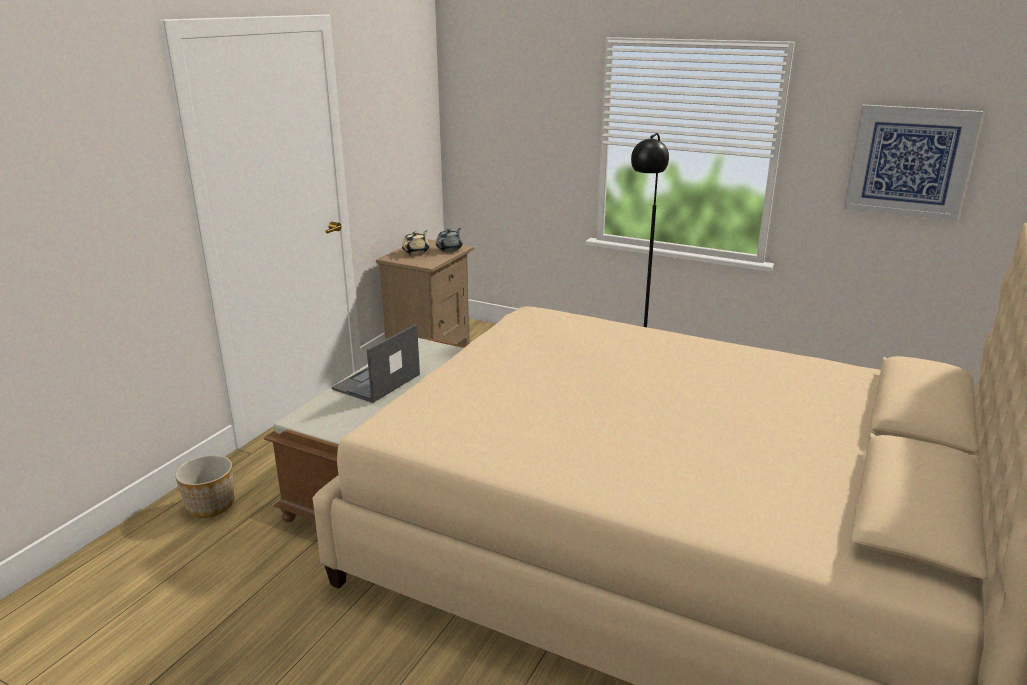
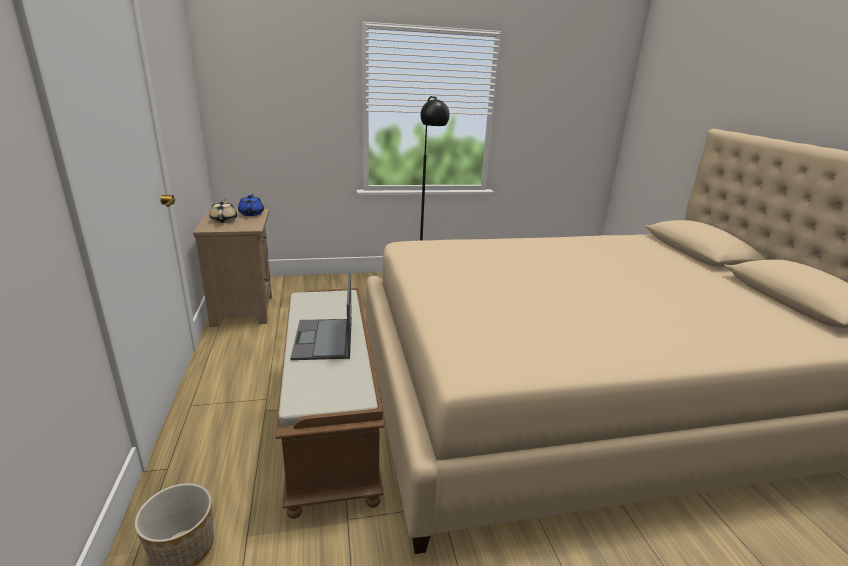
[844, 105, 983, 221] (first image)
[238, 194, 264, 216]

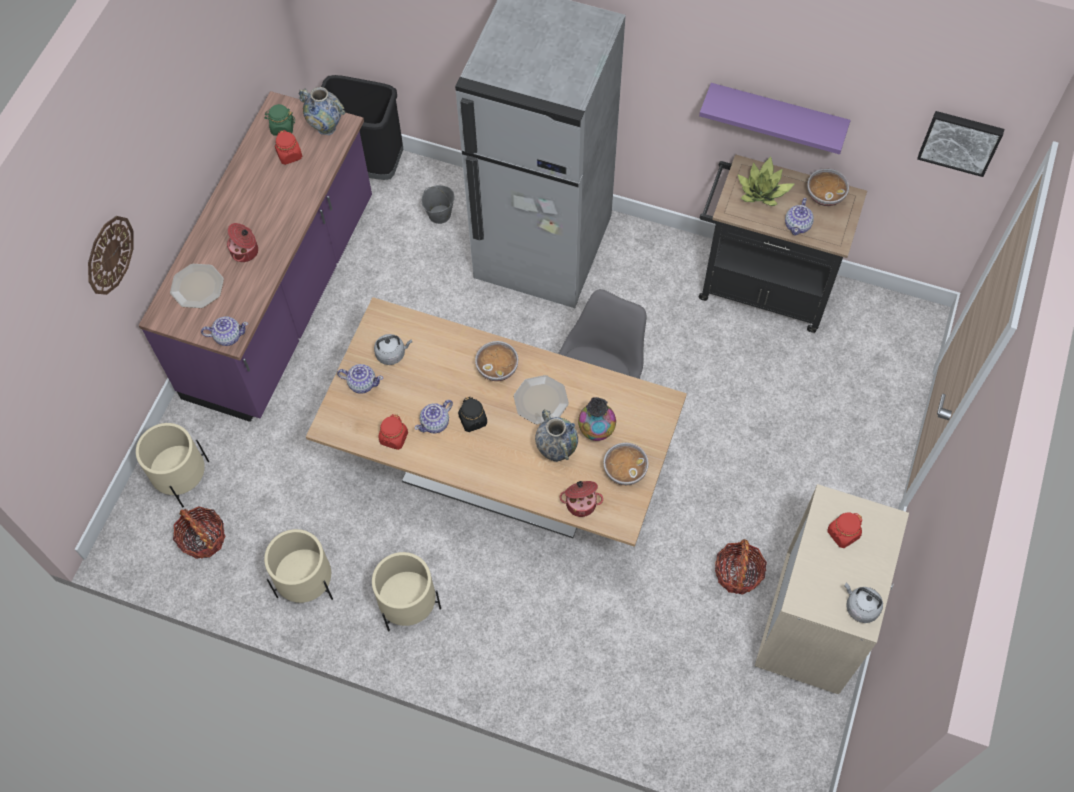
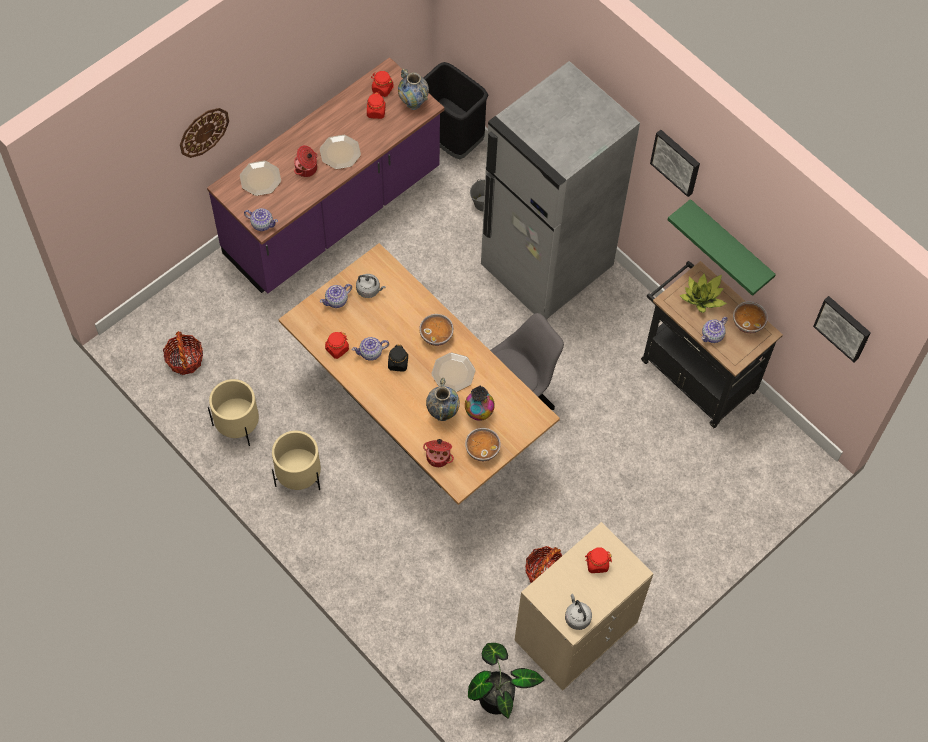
[668, 199, 776, 296]
[371, 71, 394, 97]
[320, 284, 352, 308]
[136, 423, 209, 507] (first image)
[650, 130, 700, 197]
[320, 135, 361, 169]
[468, 643, 544, 719]

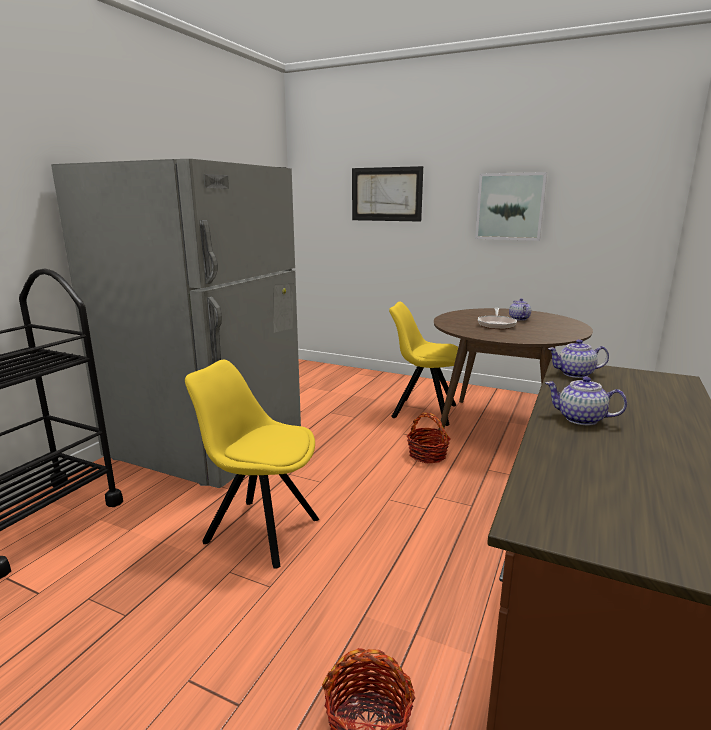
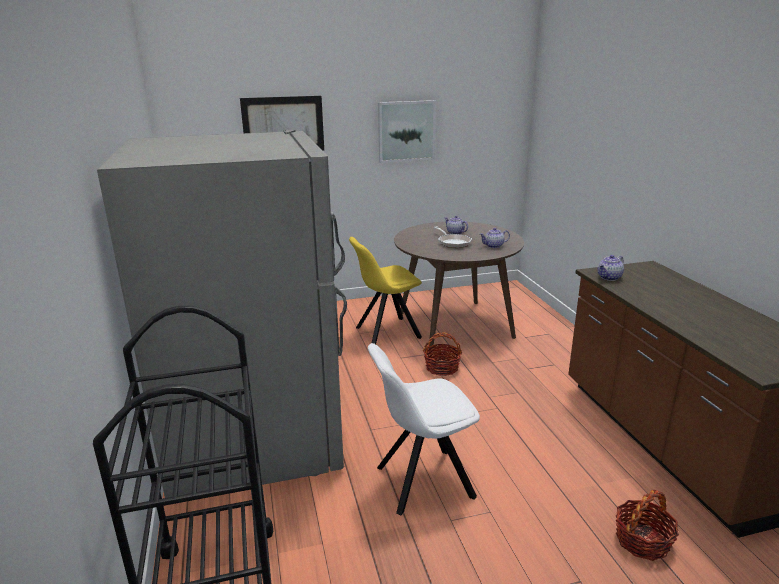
[368, 343, 480, 515]
[480, 228, 510, 248]

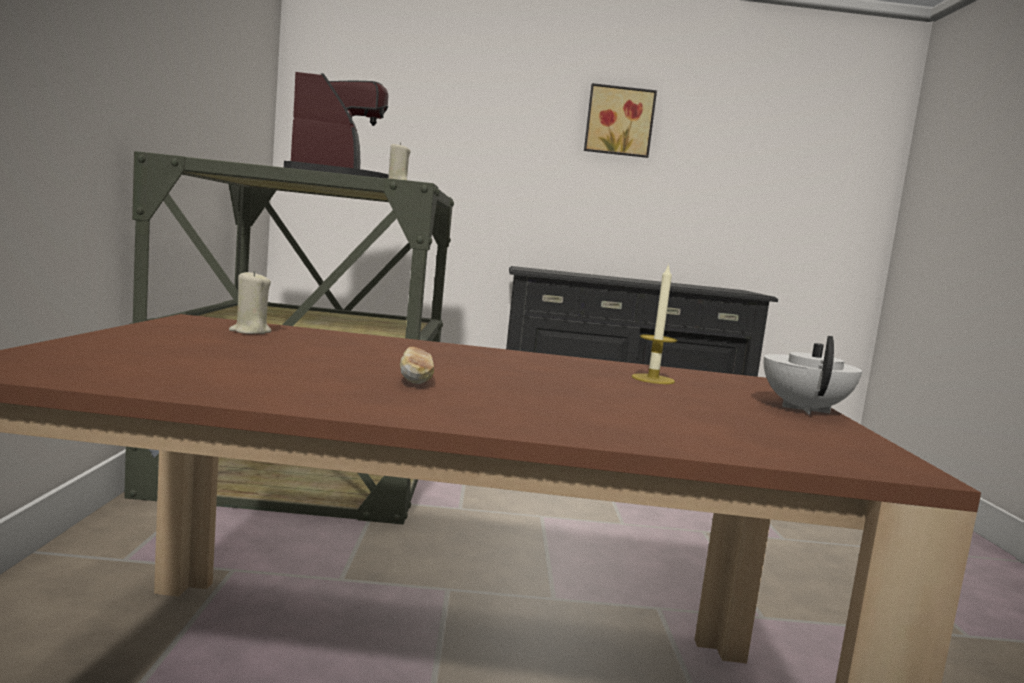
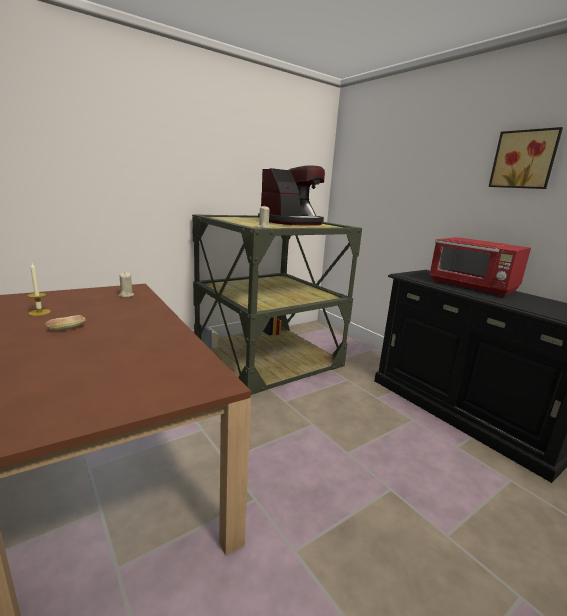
[27, 263, 51, 316]
[764, 336, 862, 414] (first image)
[429, 237, 531, 297]

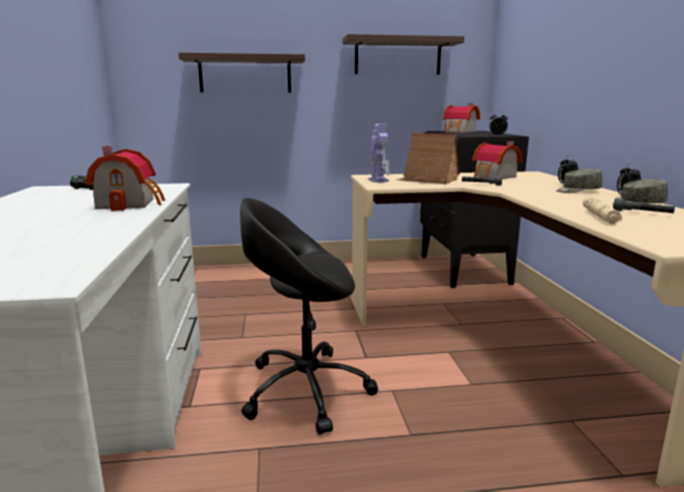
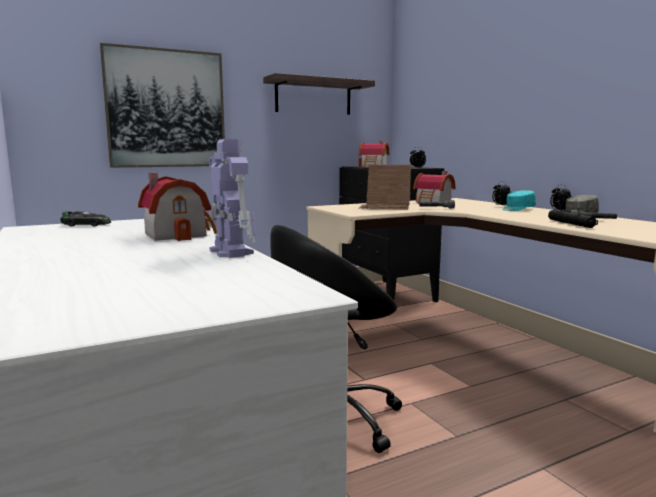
[100, 43, 225, 168]
[209, 139, 256, 258]
[502, 190, 536, 211]
[548, 210, 598, 228]

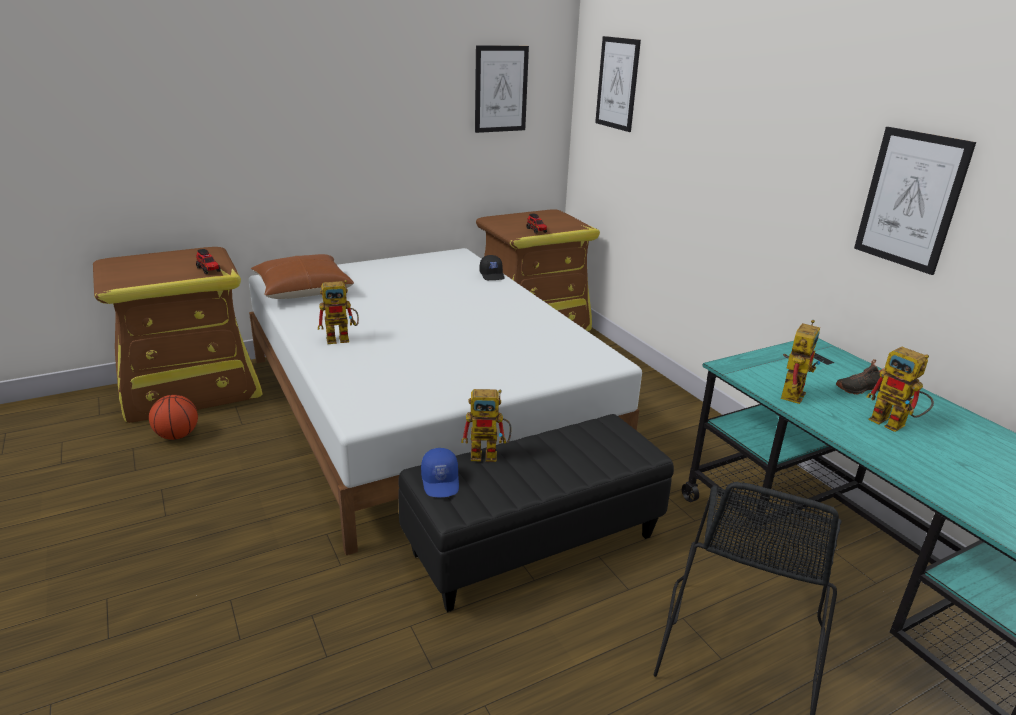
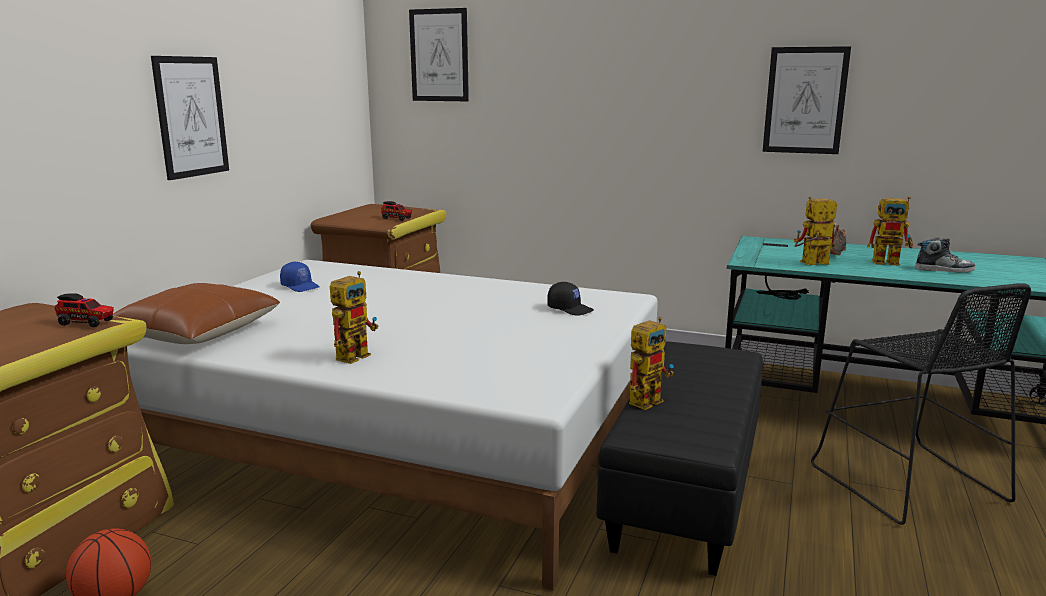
[151, 56, 229, 180]
[547, 282, 594, 316]
[794, 196, 837, 265]
[280, 262, 320, 292]
[915, 238, 975, 273]

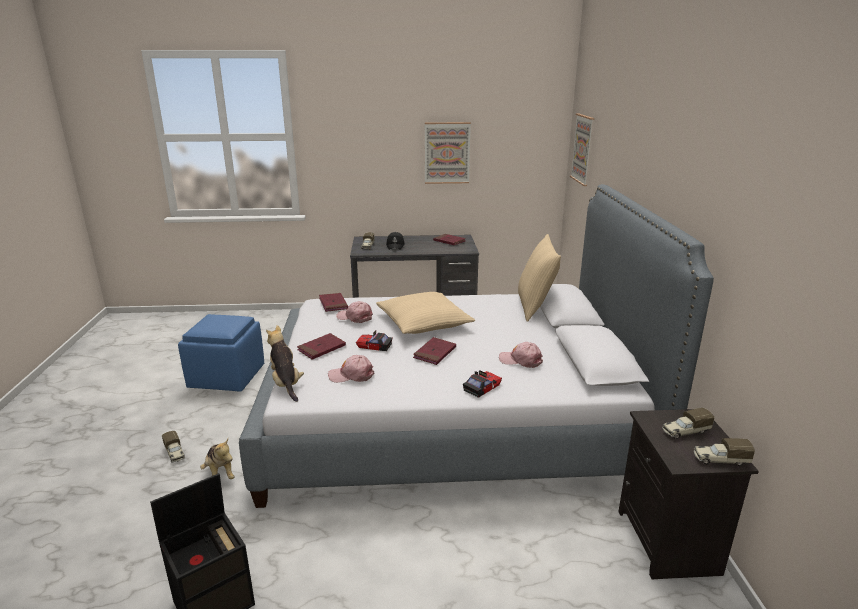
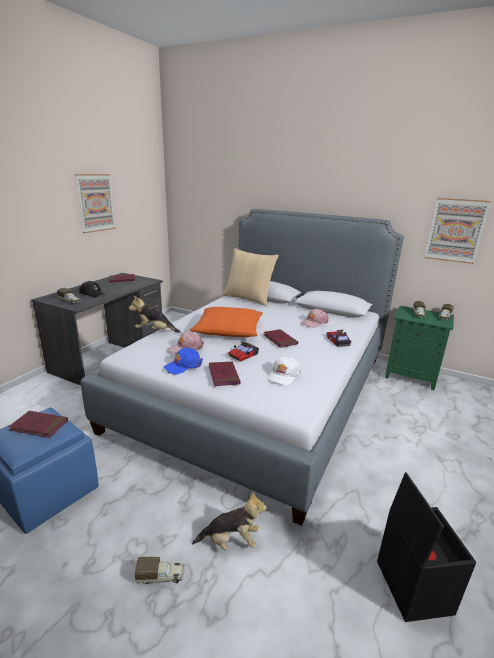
[425, 198, 490, 264]
[190, 307, 263, 337]
[9, 411, 68, 438]
[129, 296, 181, 333]
[267, 356, 302, 385]
[385, 306, 454, 390]
[163, 348, 203, 375]

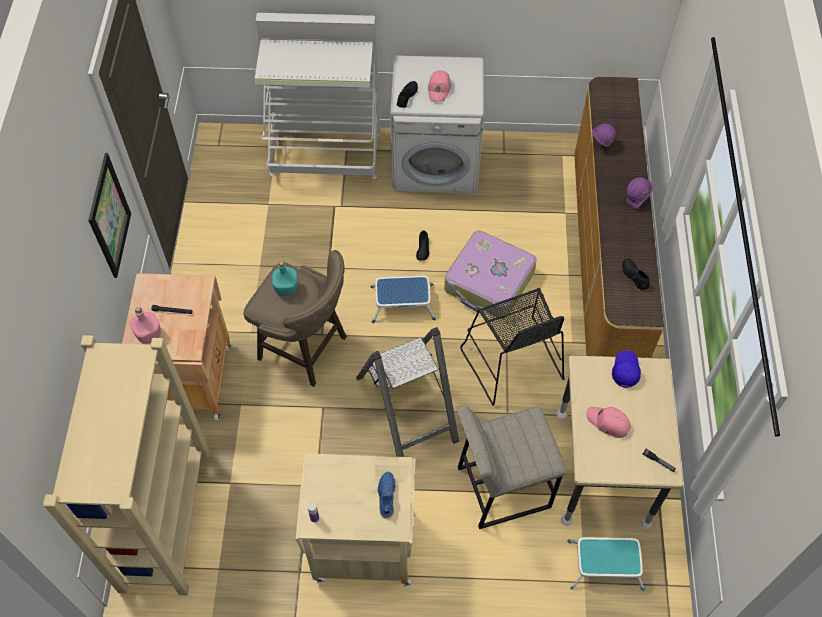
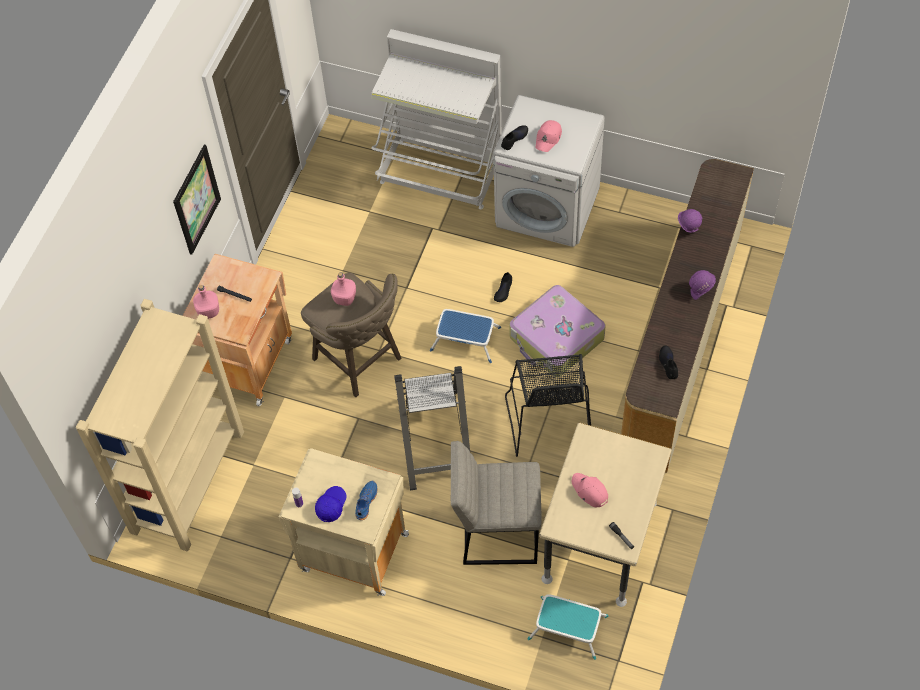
[331, 272, 356, 306]
[315, 486, 347, 522]

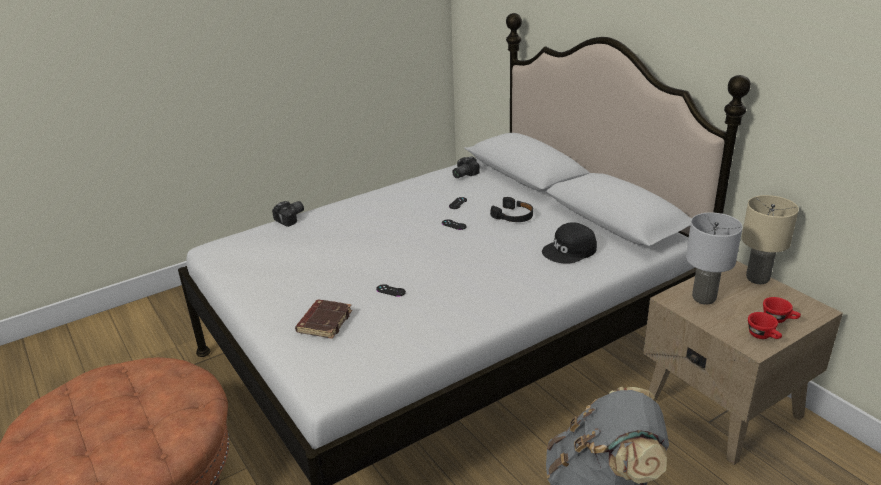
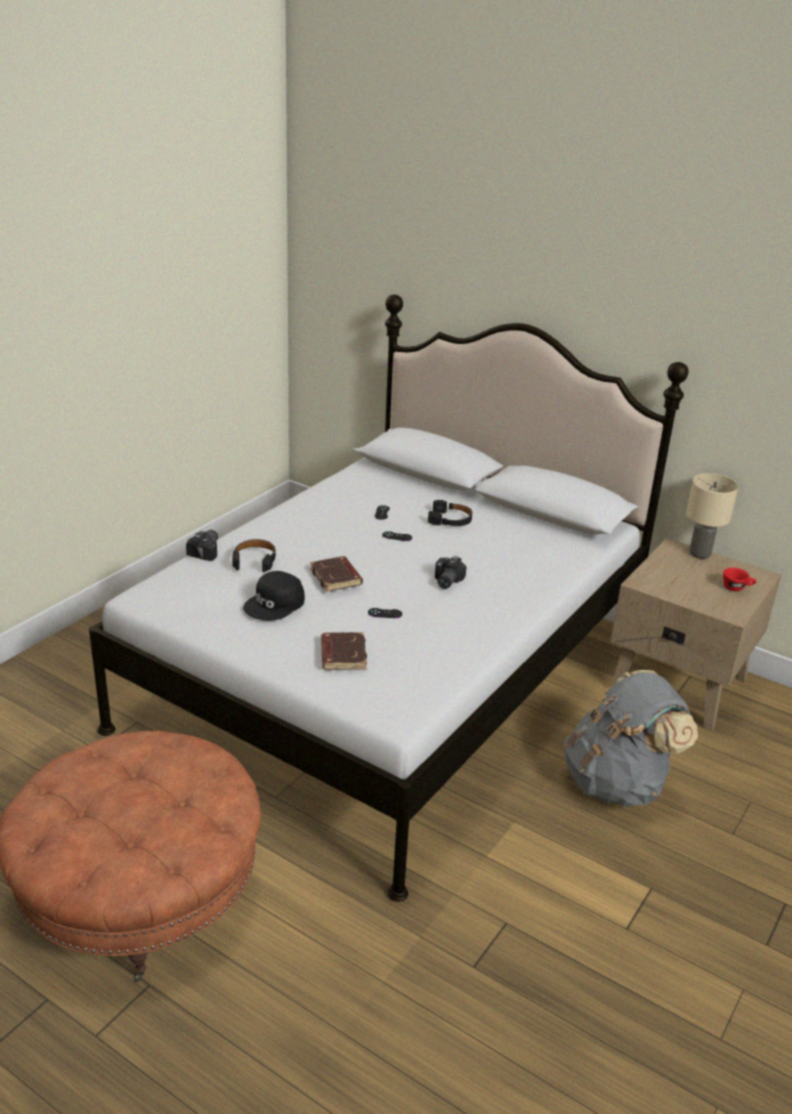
[435, 556, 466, 589]
[686, 212, 743, 305] (first image)
[243, 571, 305, 621]
[748, 312, 782, 339] (first image)
[232, 539, 276, 572]
[310, 556, 363, 592]

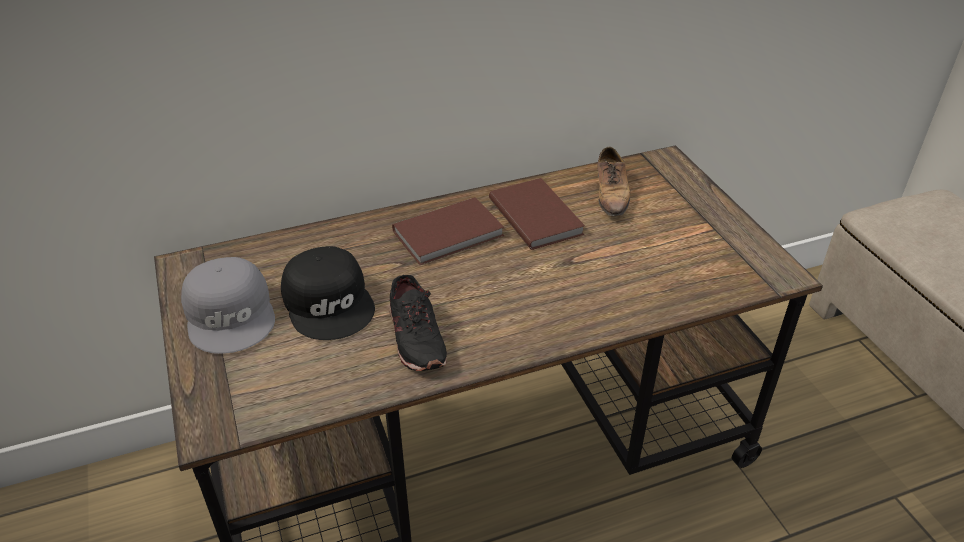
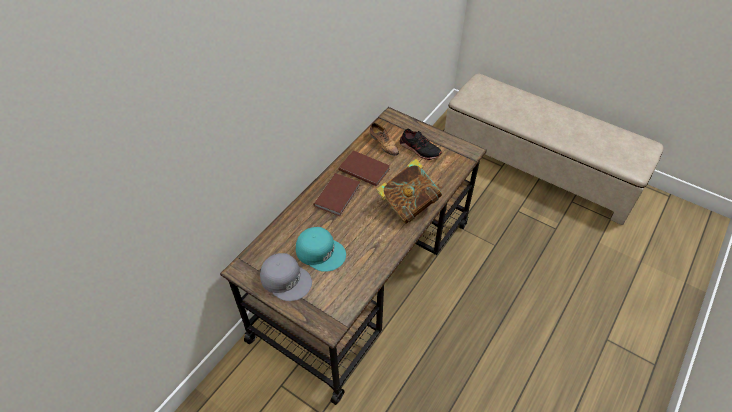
[296, 227, 346, 272]
[400, 128, 442, 160]
[376, 159, 442, 224]

